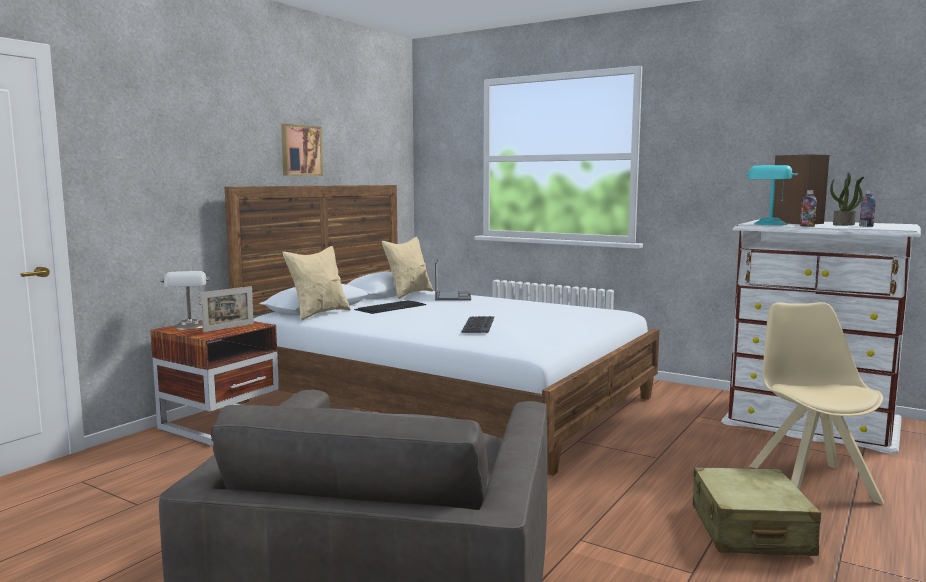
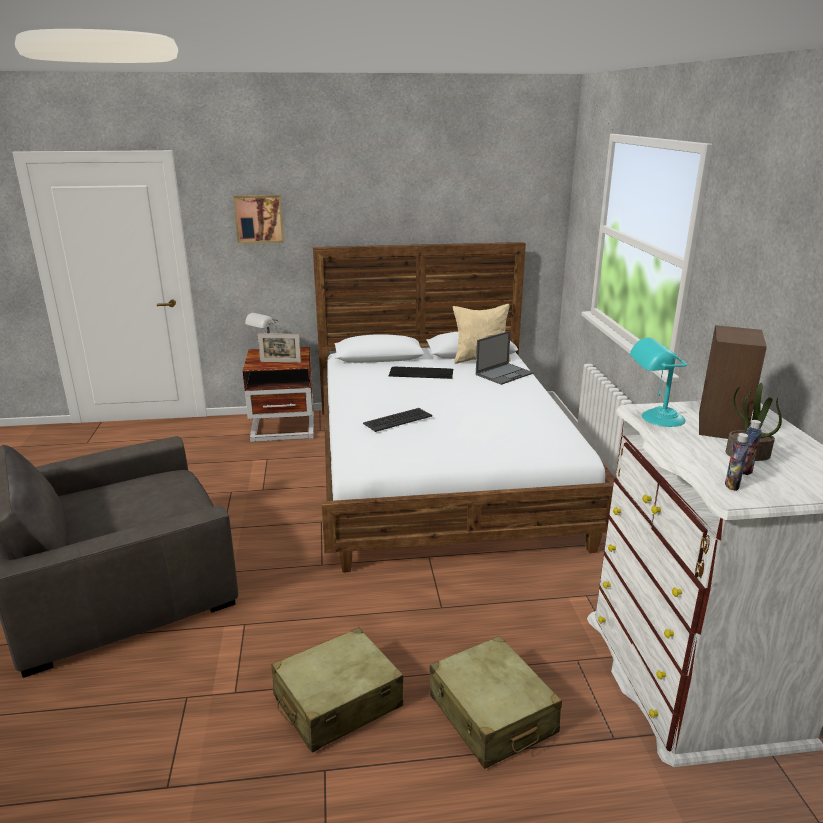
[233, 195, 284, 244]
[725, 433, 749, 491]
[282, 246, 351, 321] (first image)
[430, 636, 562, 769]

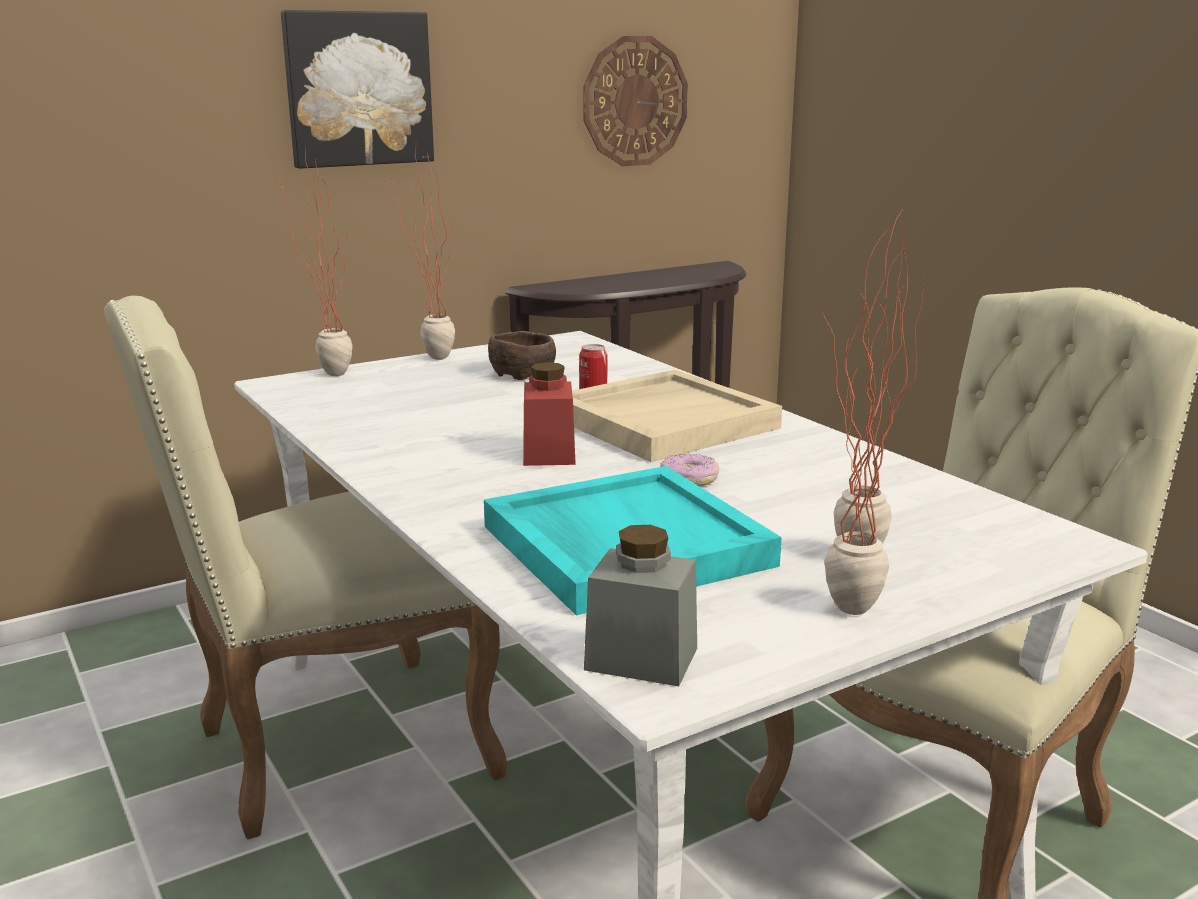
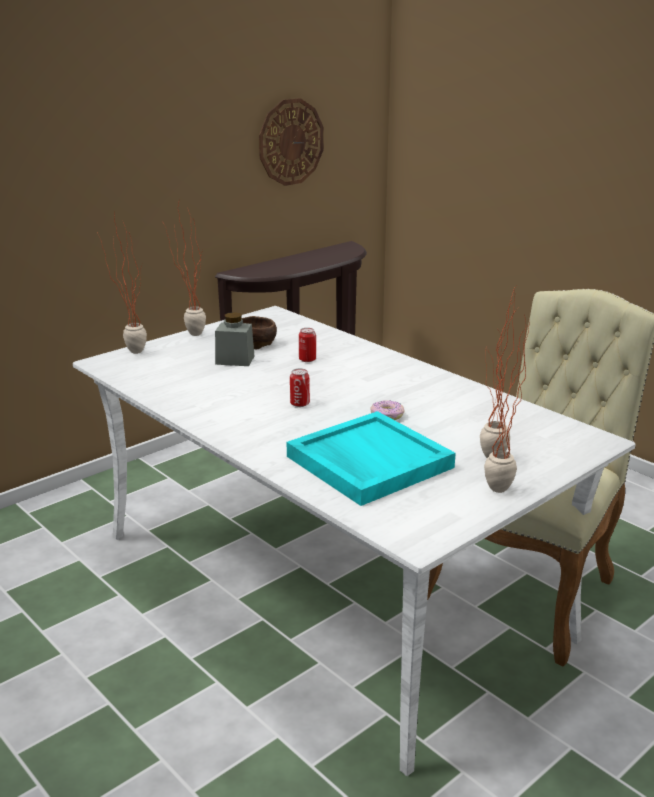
[281, 10, 434, 169] (first image)
[104, 295, 507, 839] (first image)
[290, 368, 310, 407]
[572, 370, 782, 462] (first image)
[215, 312, 254, 366]

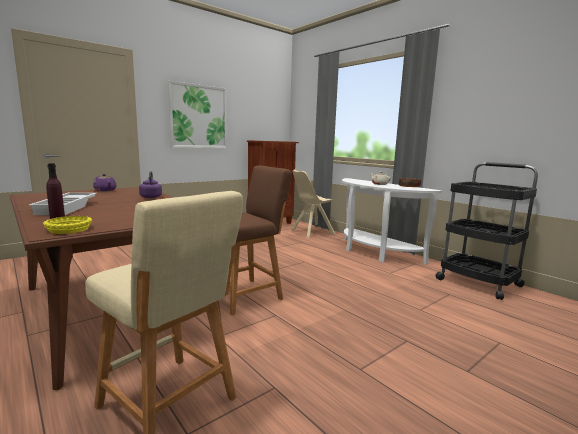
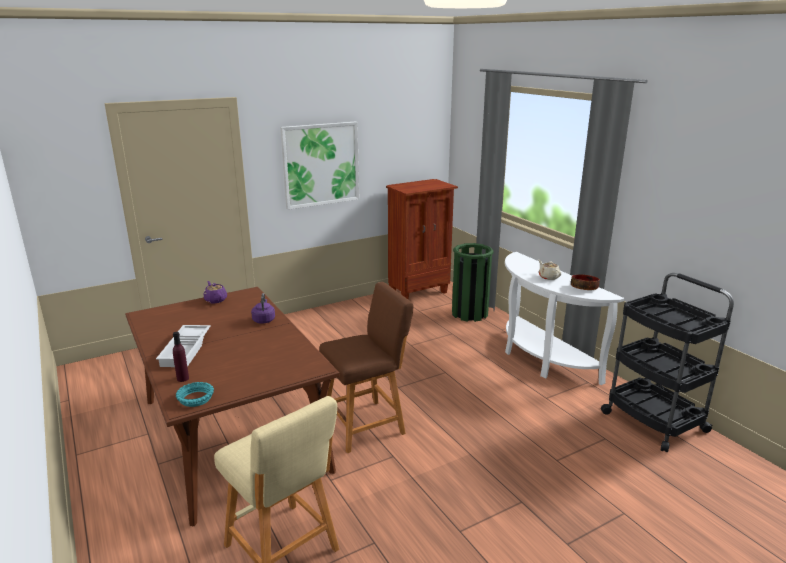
[452, 243, 494, 322]
[176, 382, 214, 407]

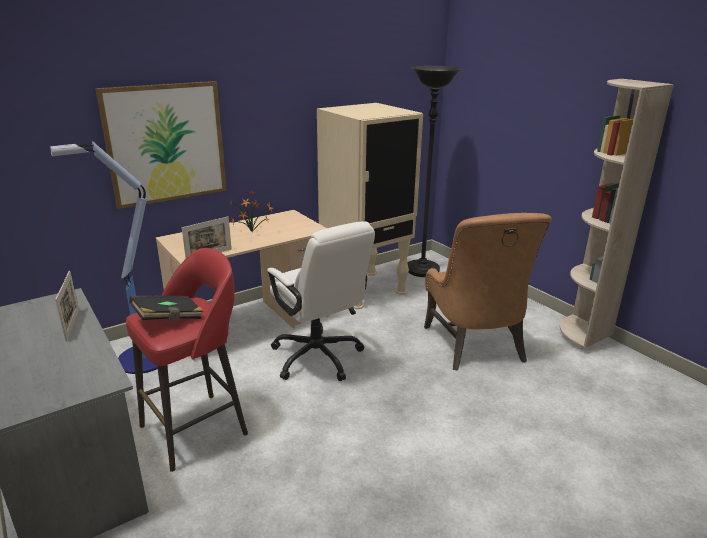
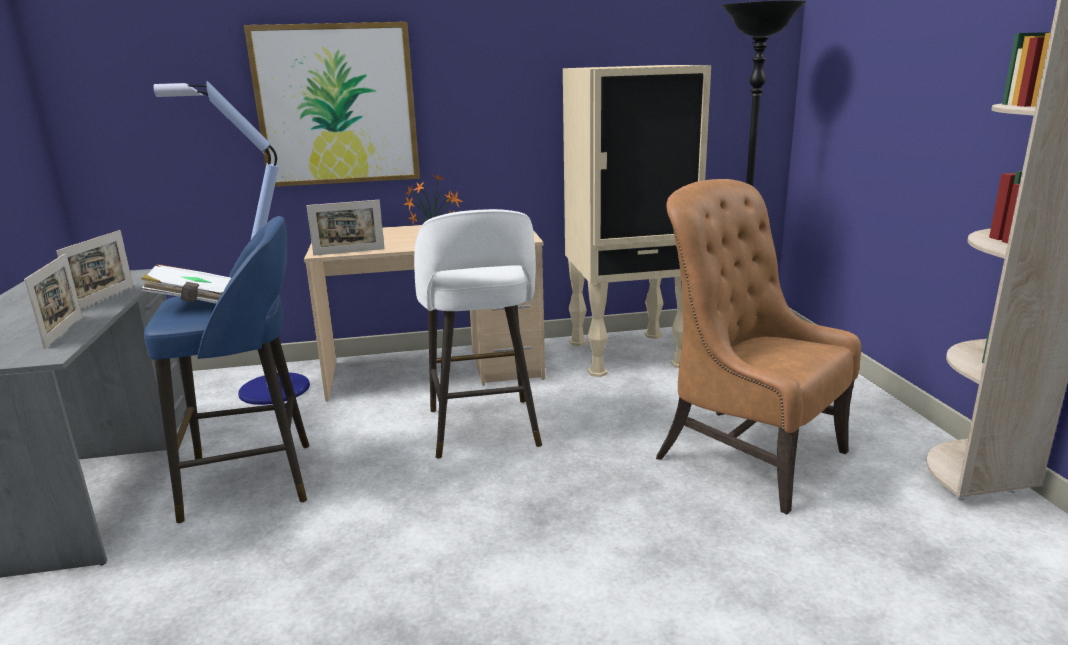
[656, 179, 861, 514]
[414, 209, 542, 459]
[144, 216, 309, 523]
[141, 264, 231, 304]
[24, 254, 82, 349]

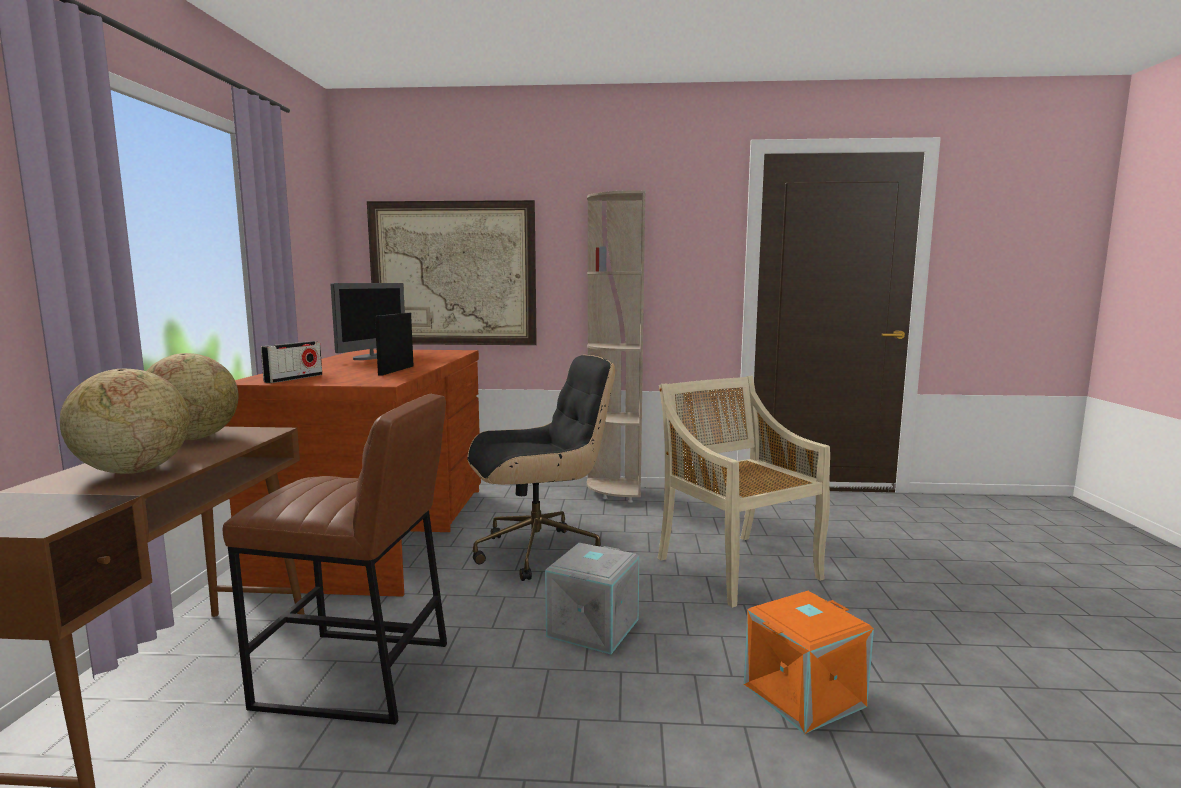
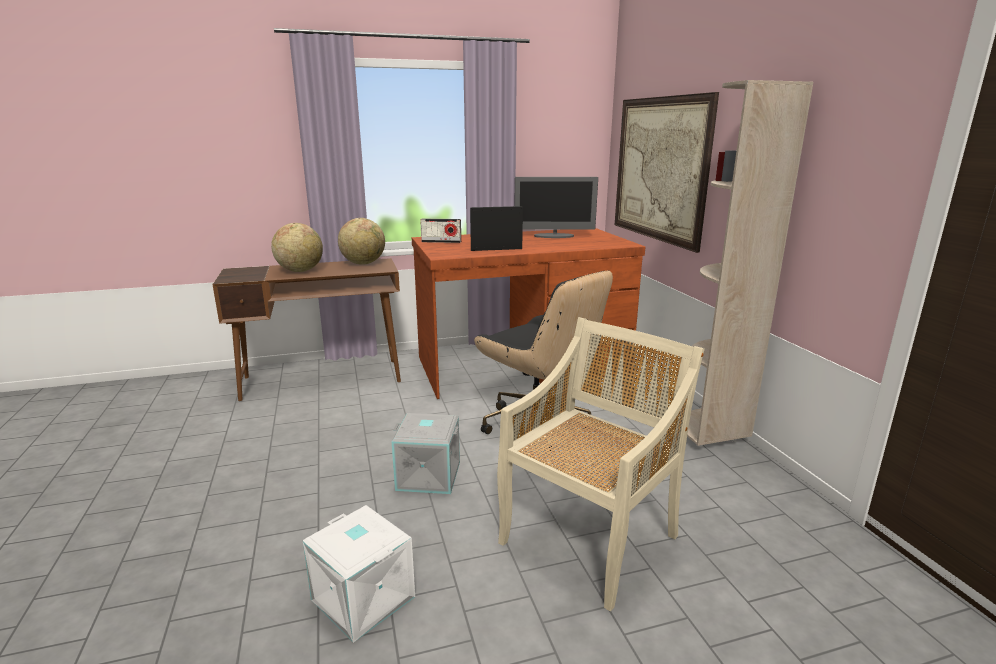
[223, 394, 447, 725] (first image)
[303, 505, 415, 643]

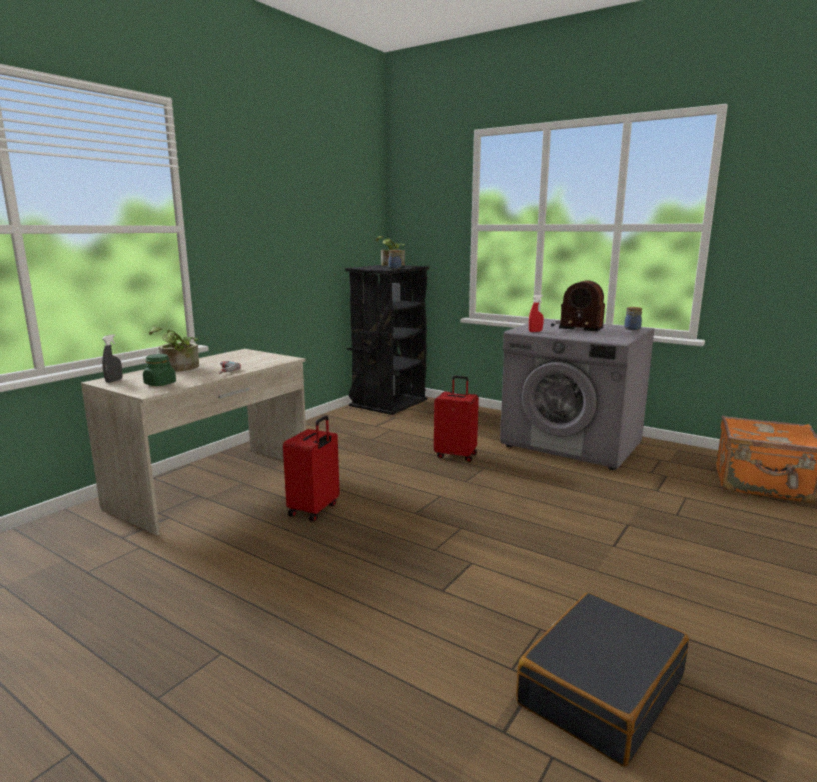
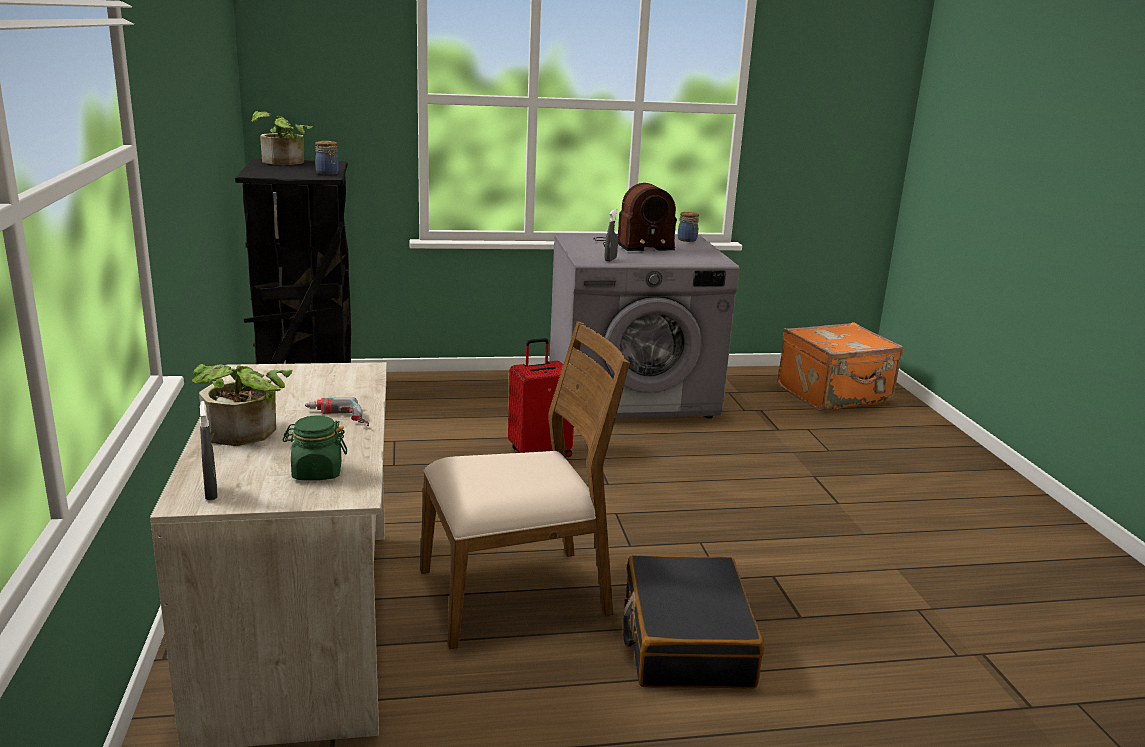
[605, 209, 618, 262]
[420, 321, 630, 649]
[623, 555, 764, 689]

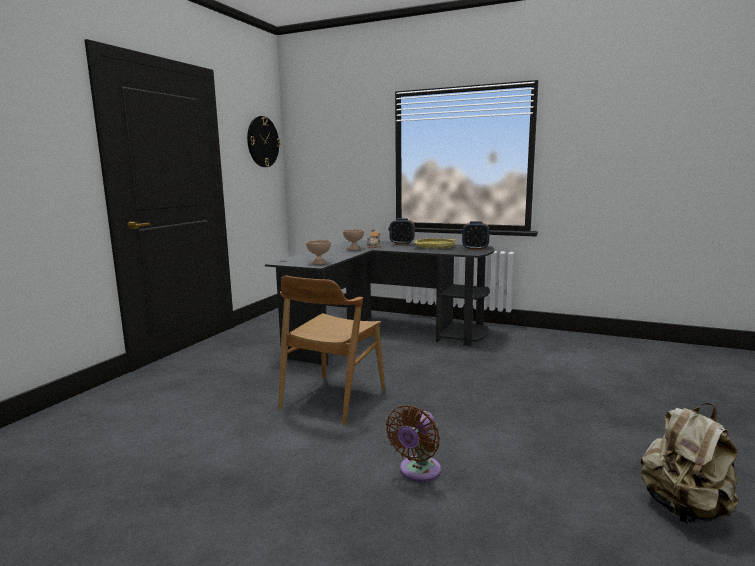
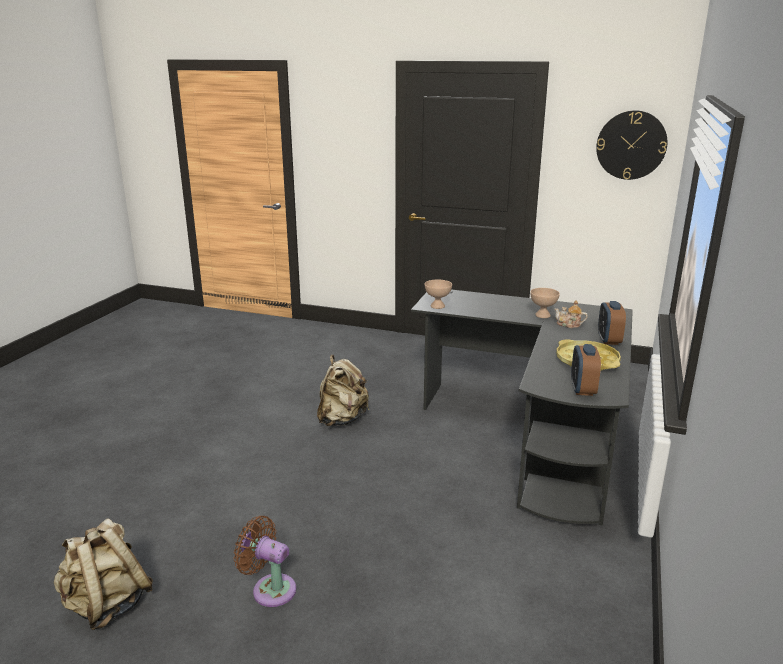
[317, 355, 369, 426]
[234, 516, 296, 607]

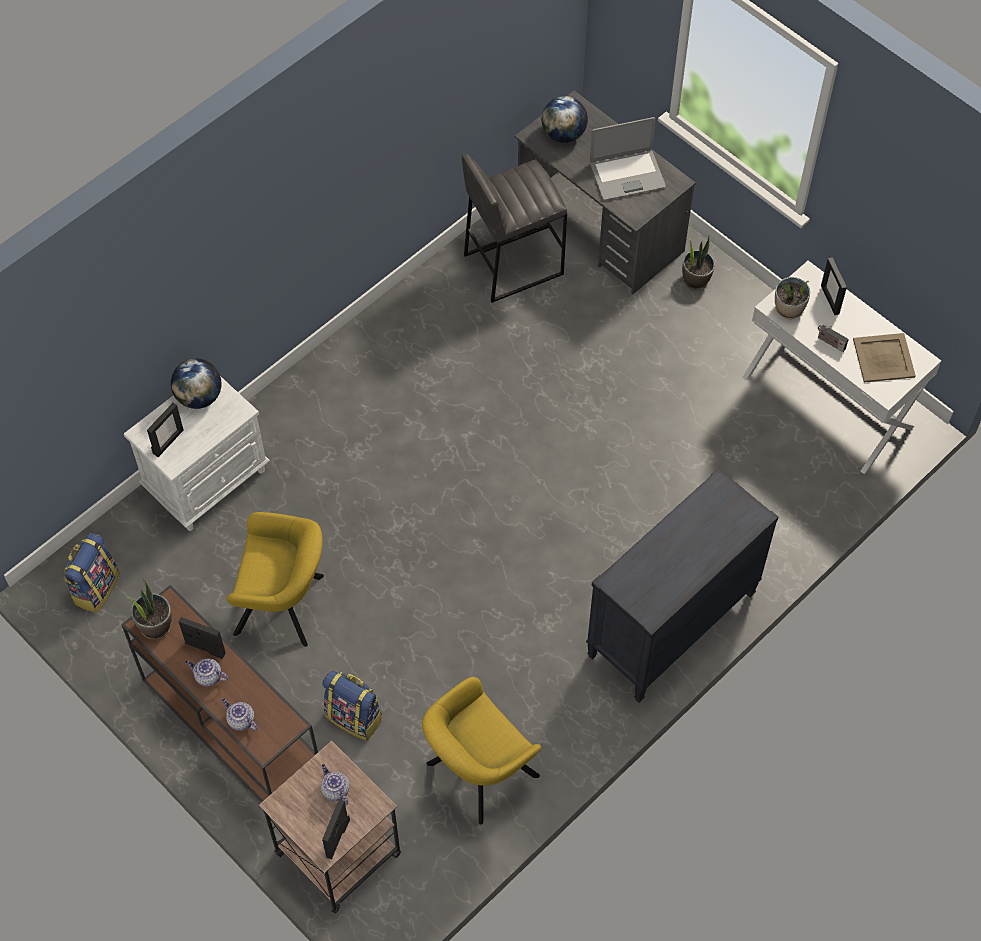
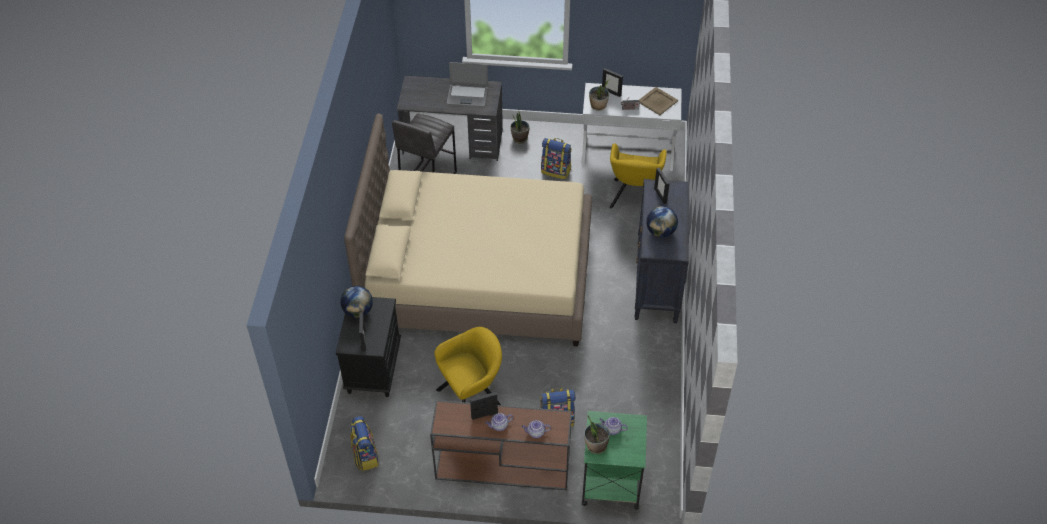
[646, 206, 678, 238]
[447, 62, 488, 107]
[336, 297, 401, 397]
[584, 416, 610, 454]
[610, 143, 667, 208]
[582, 411, 647, 510]
[654, 167, 670, 204]
[344, 113, 592, 346]
[541, 138, 571, 179]

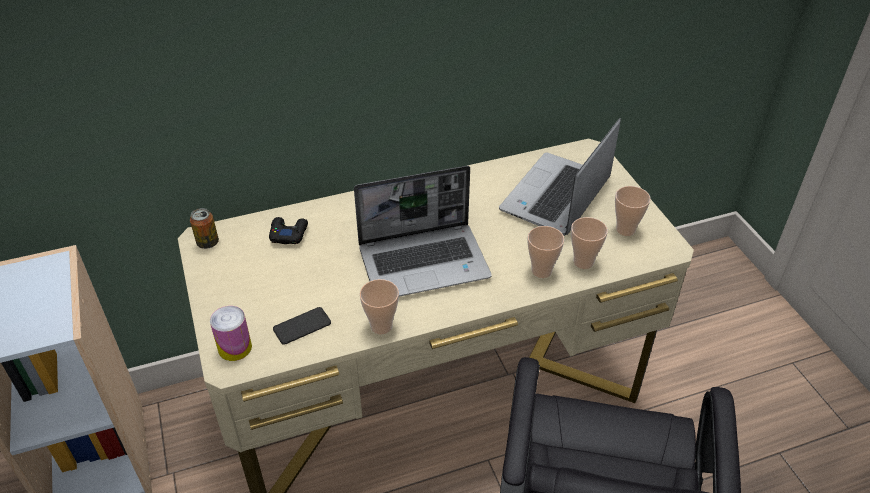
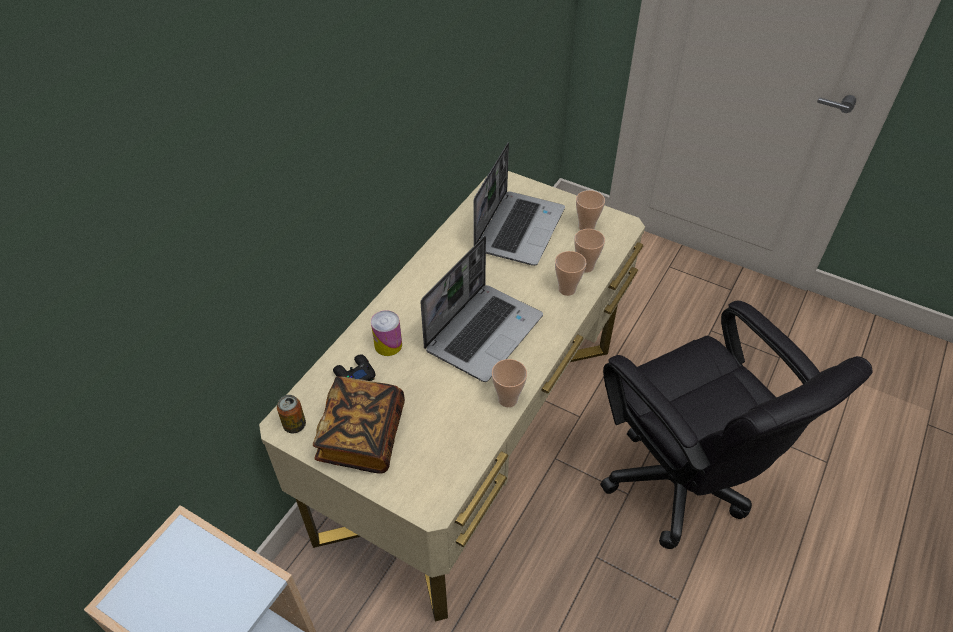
[473, 143, 565, 266]
[371, 310, 402, 356]
[273, 307, 331, 345] (first image)
[313, 376, 405, 474]

